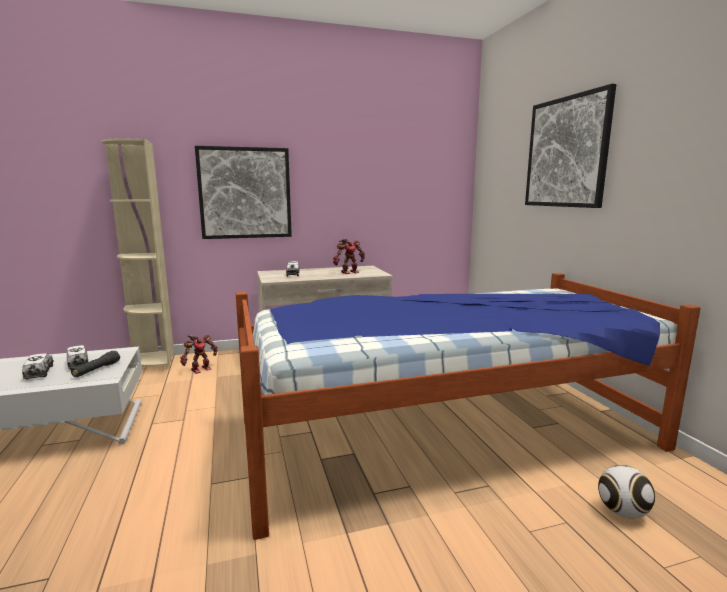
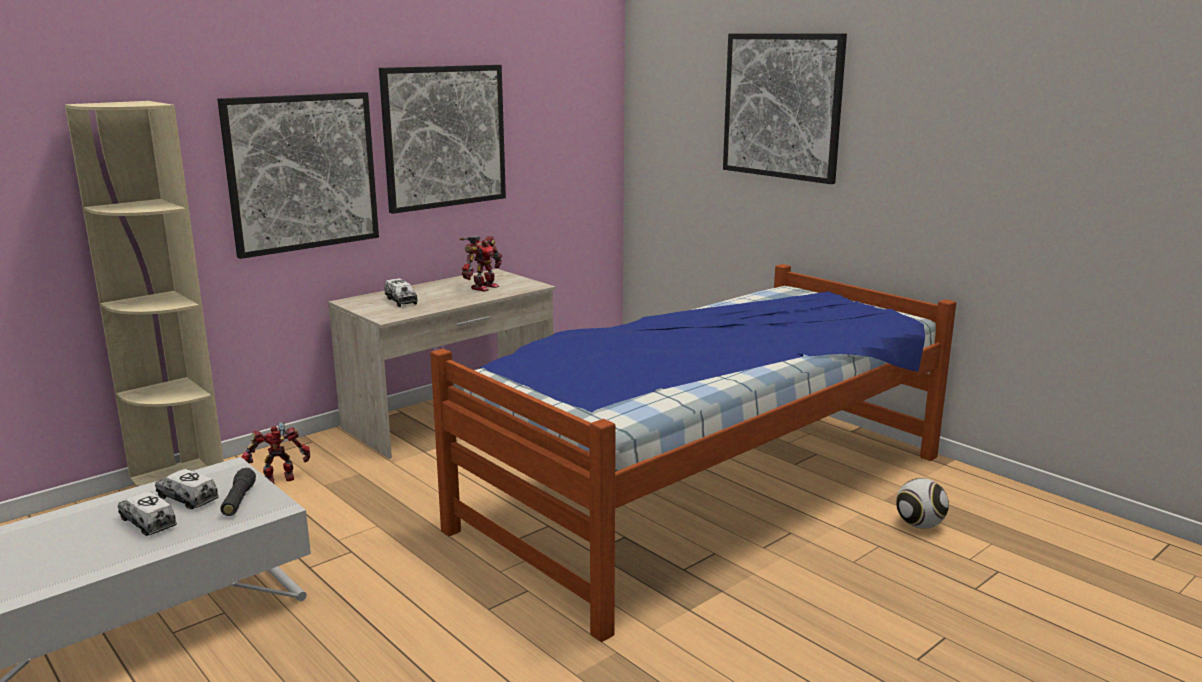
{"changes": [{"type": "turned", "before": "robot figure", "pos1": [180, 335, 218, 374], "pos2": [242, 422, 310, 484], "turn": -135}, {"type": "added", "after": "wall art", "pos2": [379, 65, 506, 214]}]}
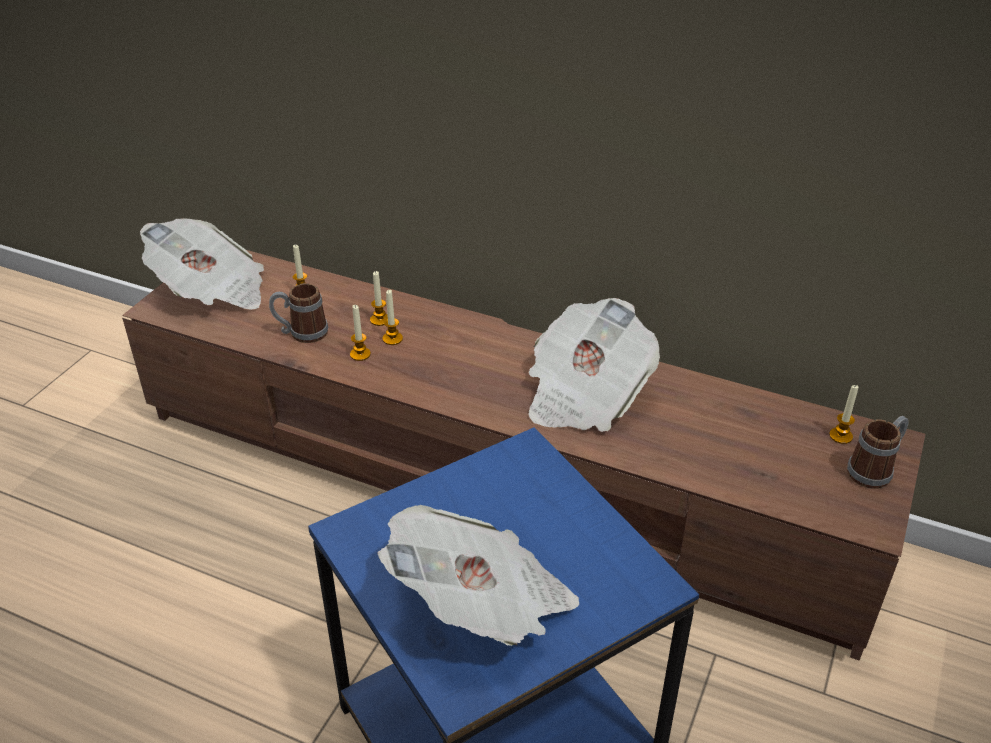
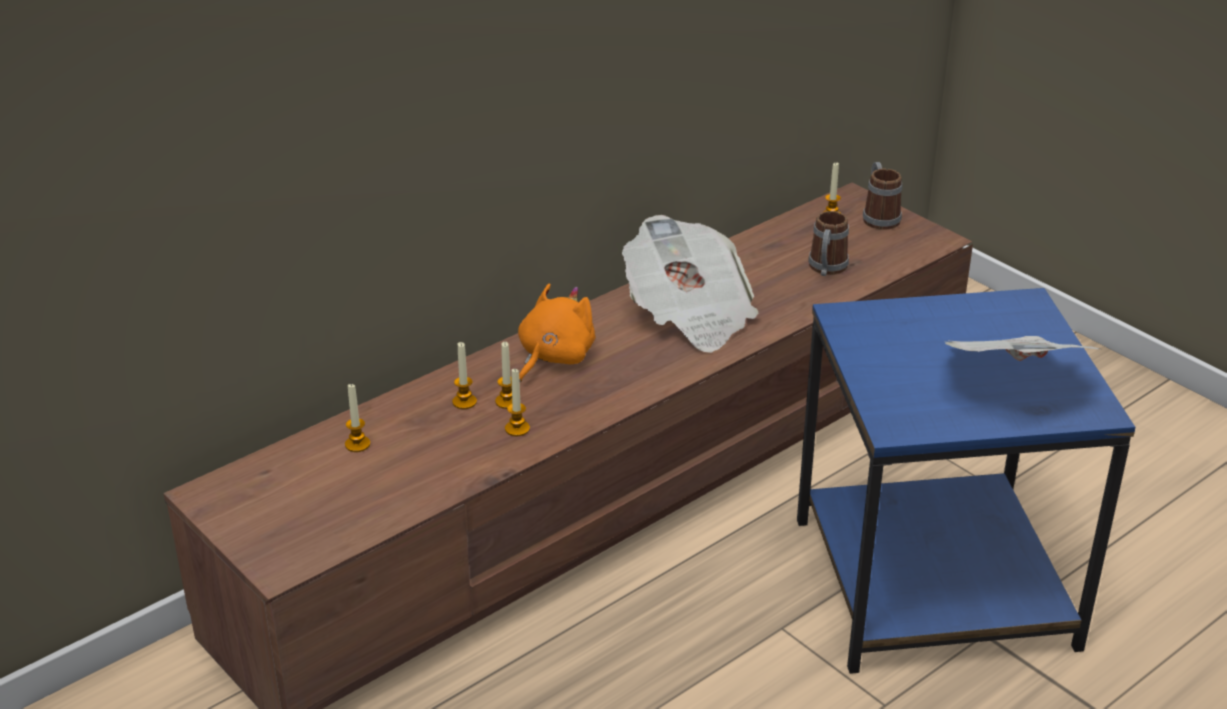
{"changes": [{"type": "added", "after": "cuddly toy/orangey", "pos2": [518, 284, 595, 382]}, {"type": "moved", "before": "tea mug", "pos1": [269, 283, 328, 343], "pos2": [809, 211, 849, 276]}, {"type": "removed", "before": "daily paper", "pos1": [140, 219, 264, 310]}]}
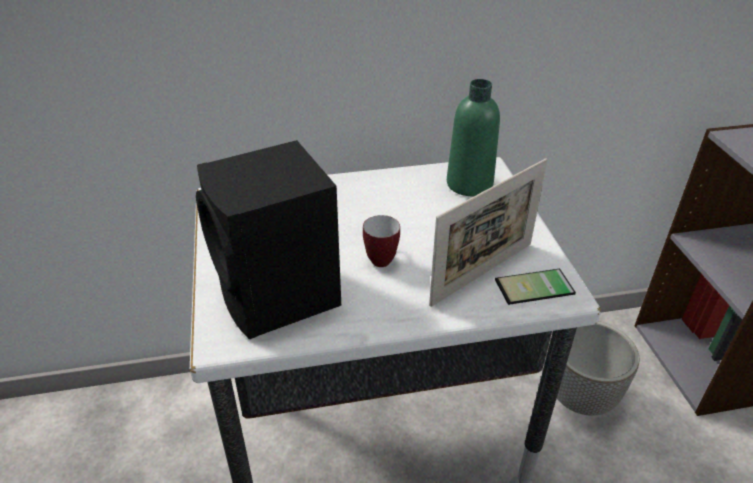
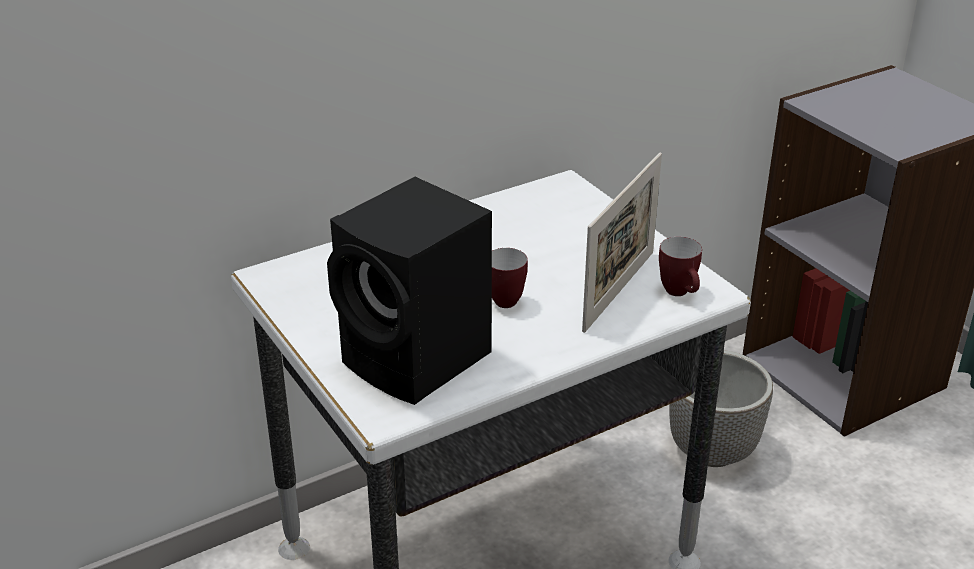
{"changes": [{"type": "replaced", "before": "handset", "after": "tea mug", "pos1": [495, 269, 576, 305], "pos2": [659, 237, 702, 296]}, {"type": "removed", "before": "bottle/greenish", "pos1": [447, 79, 500, 196]}]}
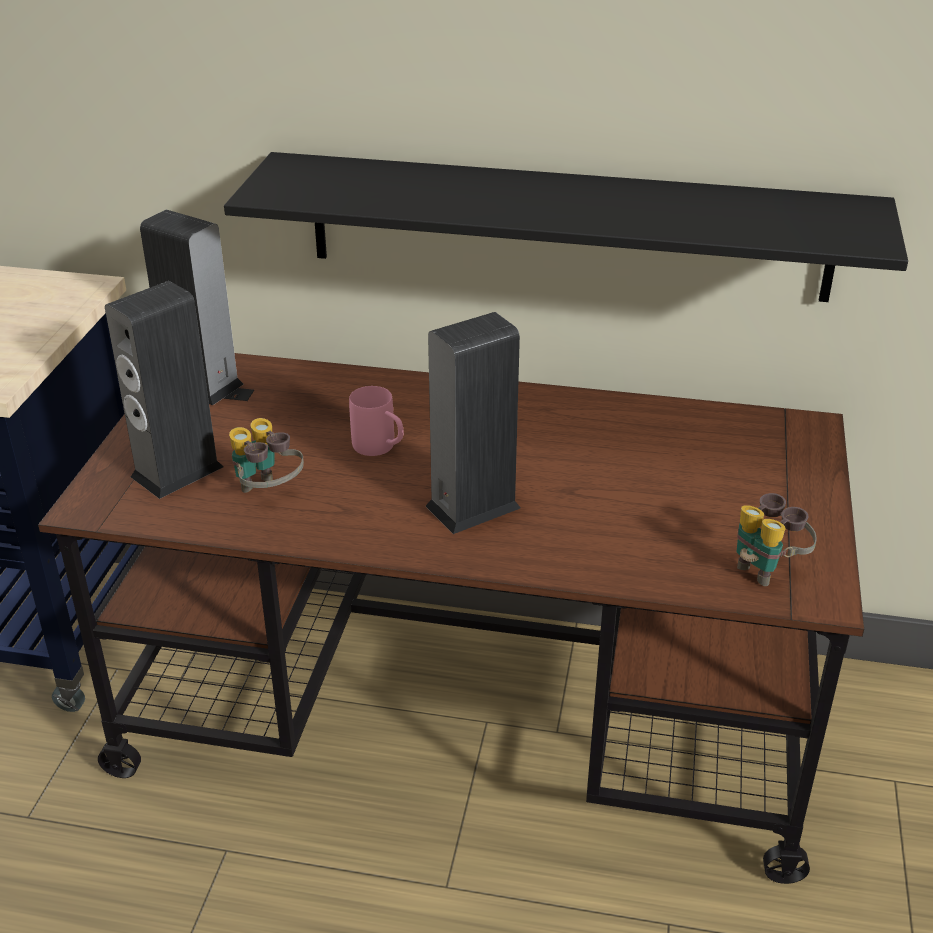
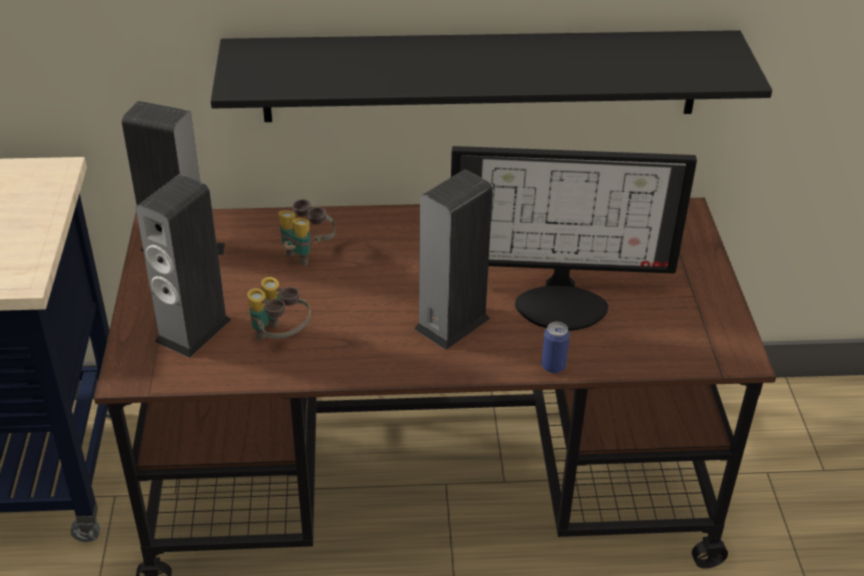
{"changes": [{"type": "moved", "before": "pair of binoculars", "pos1": [736, 493, 817, 586], "pos2": [278, 199, 336, 266]}, {"type": "added", "after": "monitor", "pos2": [451, 146, 697, 331]}, {"type": "added", "after": "metal can", "pos2": [541, 322, 570, 373]}, {"type": "removed", "before": "tea mug/pink", "pos1": [349, 386, 403, 456]}]}
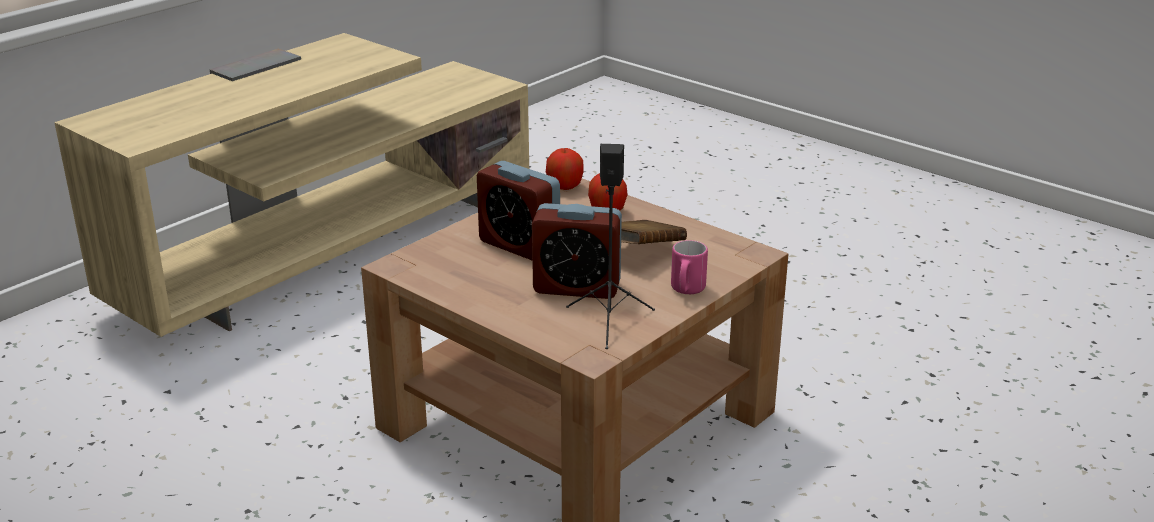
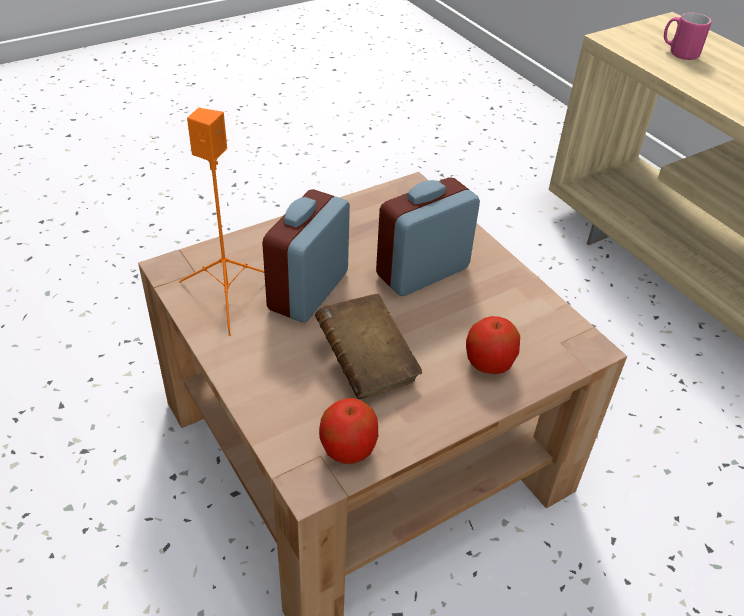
{"changes": [{"type": "recoloured", "before": "loudspeaker/black-coloured", "after": "loudspeaker/orangey", "pos1": [566, 144, 655, 349], "pos2": [179, 108, 264, 336]}, {"type": "moved", "before": "apple", "pos1": [546, 148, 584, 190], "pos2": [319, 398, 378, 464]}, {"type": "moved", "before": "tea mug/pink", "pos1": [671, 240, 708, 294], "pos2": [664, 12, 712, 60]}]}
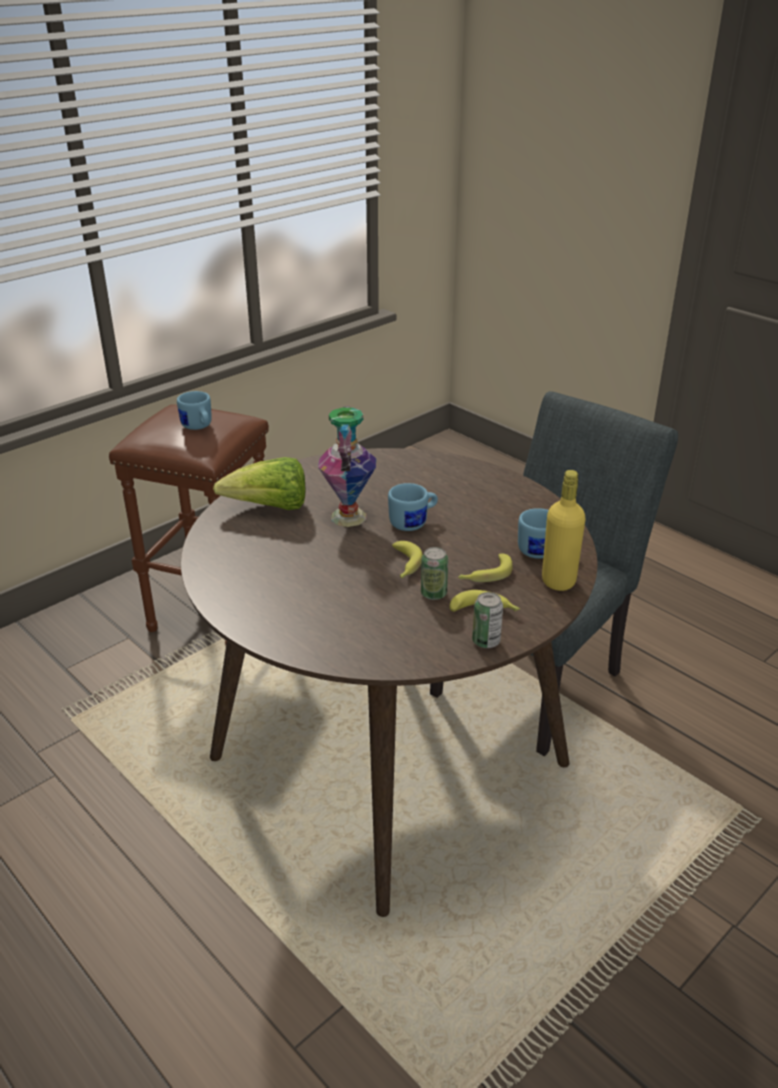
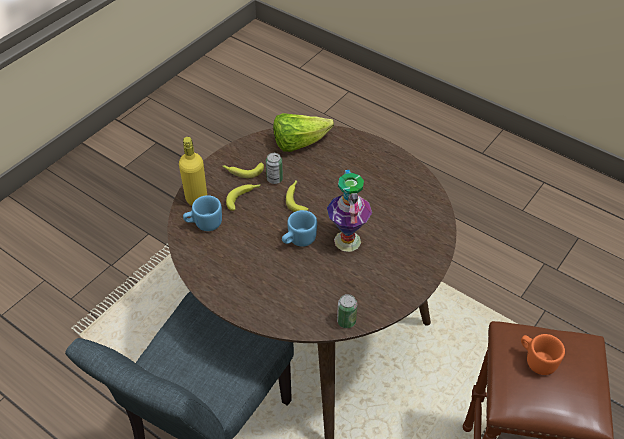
{"changes": [{"type": "moved", "before": "lettuce", "pos1": [213, 457, 306, 510], "pos2": [273, 113, 334, 152]}, {"type": "moved", "before": "metal can", "pos1": [472, 592, 503, 648], "pos2": [337, 294, 357, 328]}, {"type": "recoloured", "before": "tea mug/bluish", "after": "tea mug/orangey", "pos1": [177, 391, 212, 430], "pos2": [521, 334, 565, 375]}]}
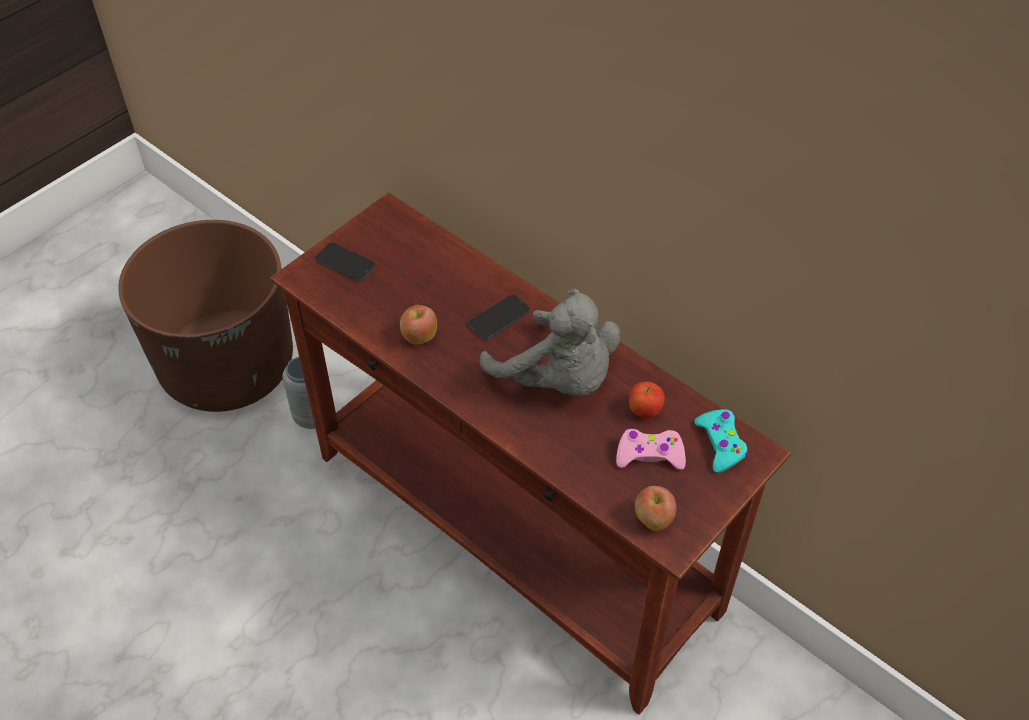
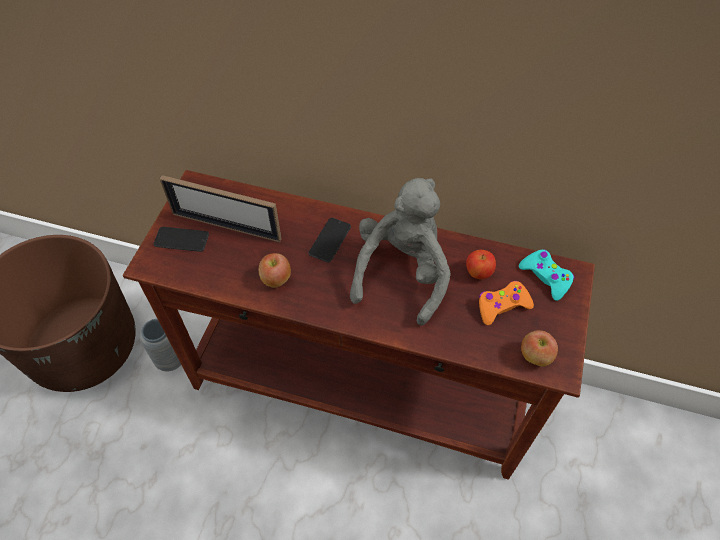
{"changes": [{"type": "added", "after": "standing frame", "pos2": [159, 175, 282, 242]}, {"type": "turned", "before": "cuddly toy/grey", "pos1": [480, 289, 620, 396], "pos2": [350, 178, 451, 326], "turn": -90}, {"type": "recoloured", "before": "game controller/pink", "after": "game controller/orangey", "pos1": [616, 428, 686, 470], "pos2": [479, 281, 534, 326]}]}
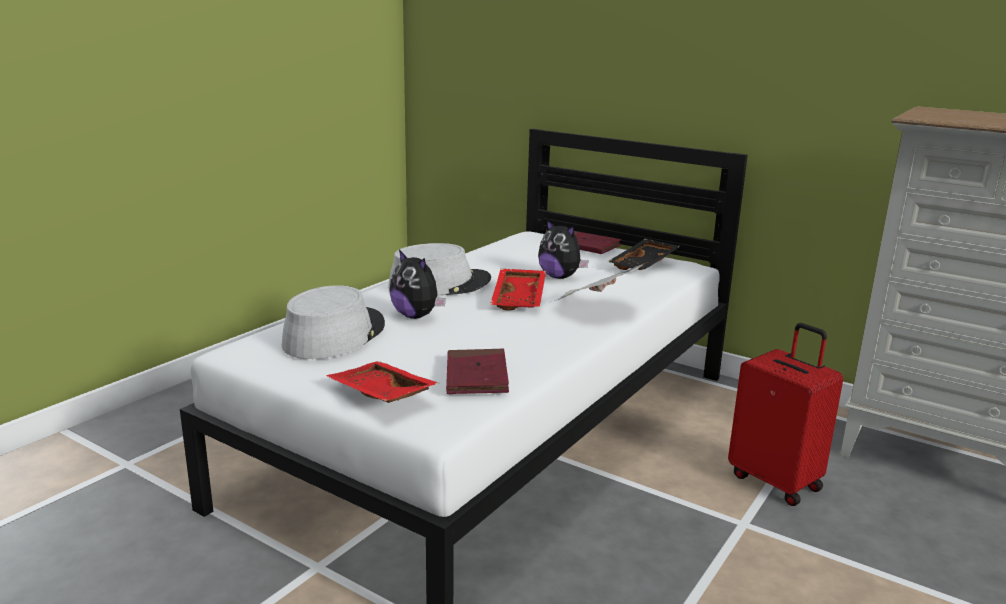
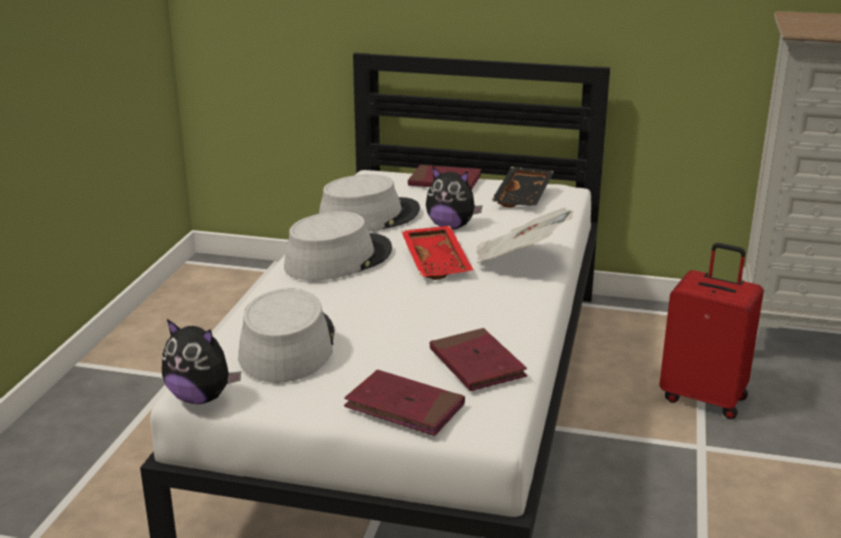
{"changes": [{"type": "moved", "before": "cuddly toy", "pos1": [389, 249, 446, 319], "pos2": [162, 319, 241, 404]}, {"type": "added", "after": "clothing hat/grey", "pos2": [319, 174, 420, 232]}, {"type": "replaced", "before": "carrying tray/red-coloured", "after": "bound book/red-coloured", "pos1": [326, 361, 438, 403], "pos2": [344, 370, 465, 436]}]}
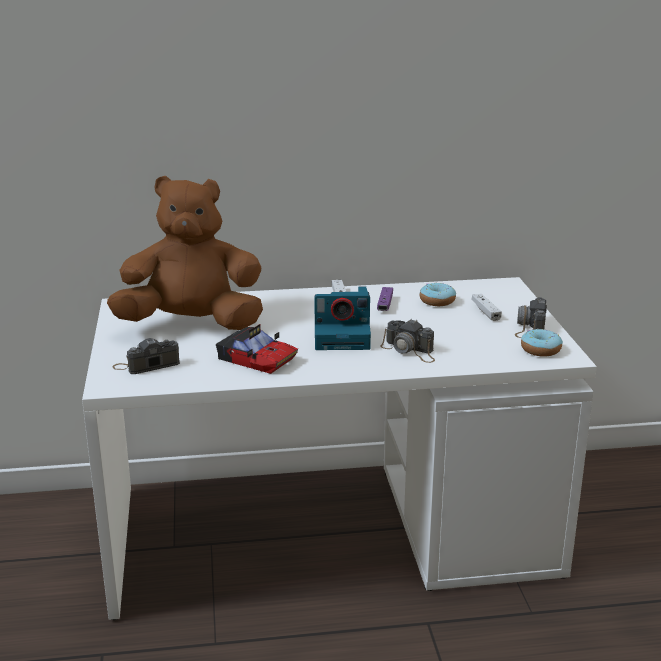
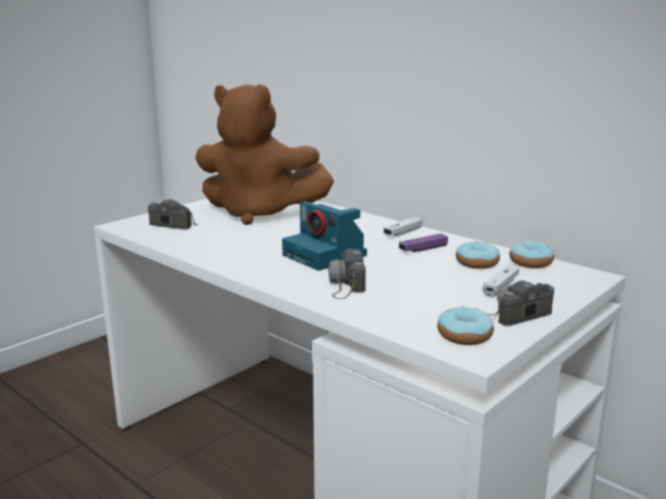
{"changes": [{"type": "turned", "before": "cuddly toy/brown", "pos1": [107, 176, 263, 330], "pos2": [195, 84, 334, 225], "turn": 150}, {"type": "added", "after": "donut", "pos2": [509, 241, 554, 268]}, {"type": "removed", "before": "miniature car", "pos1": [216, 324, 298, 374]}]}
